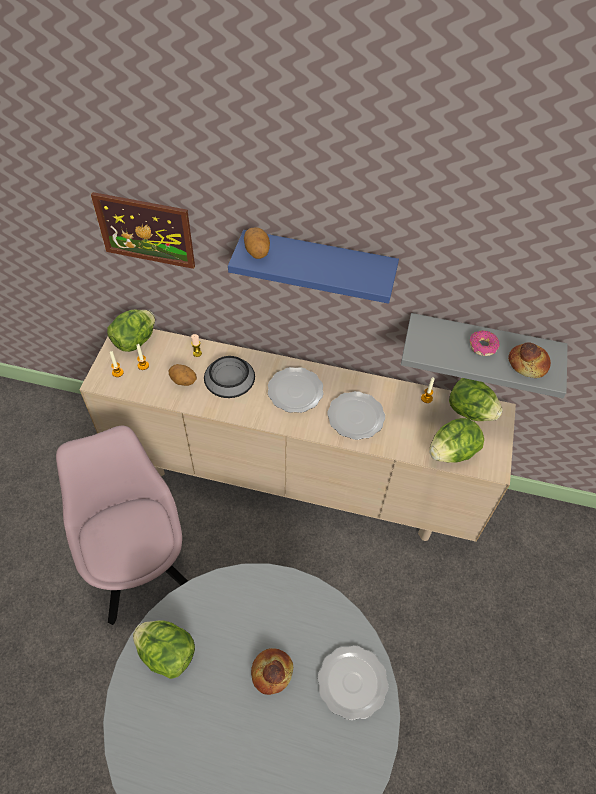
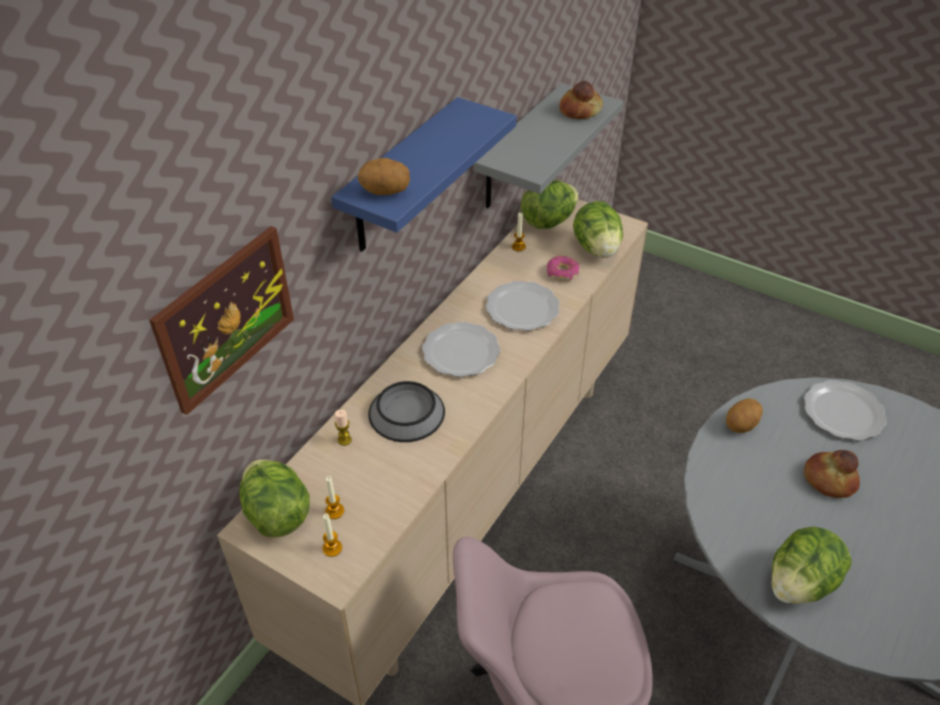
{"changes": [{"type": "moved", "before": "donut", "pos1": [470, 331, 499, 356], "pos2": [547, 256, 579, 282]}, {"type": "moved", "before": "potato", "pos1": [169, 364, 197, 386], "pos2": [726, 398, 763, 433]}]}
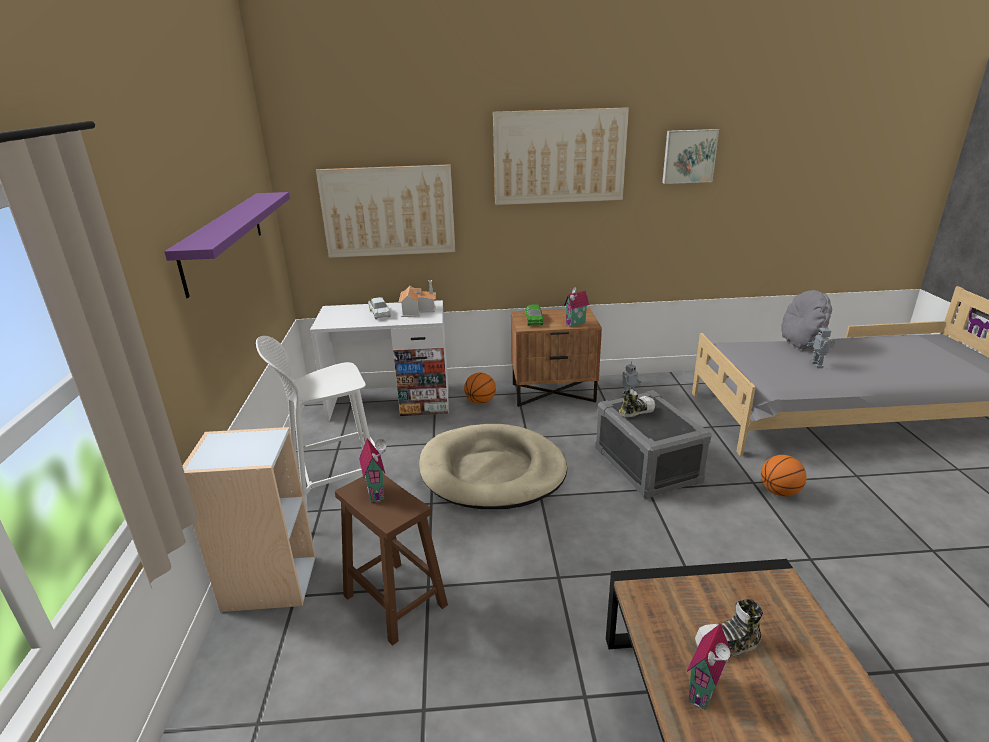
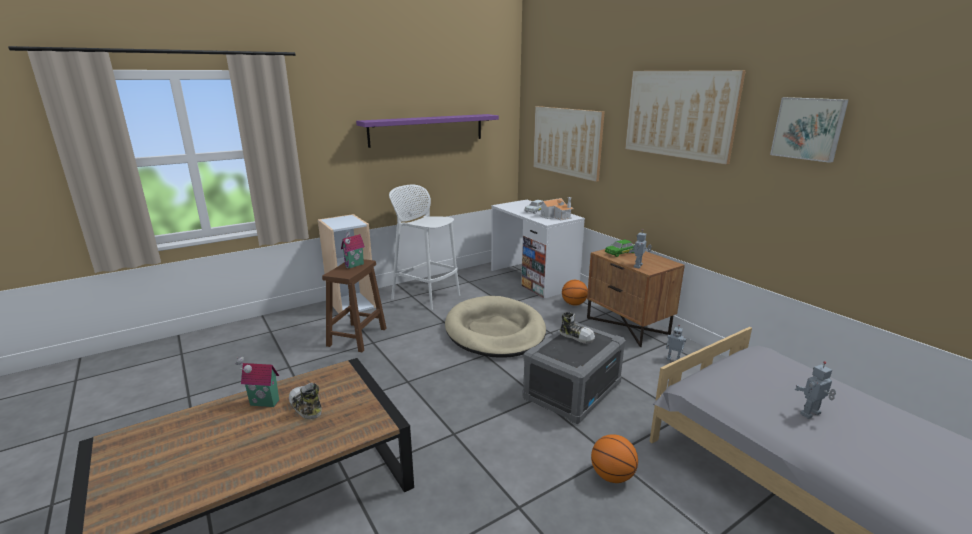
{"changes": [{"type": "replaced", "before": "toy house", "after": "robot figure", "pos1": [564, 287, 589, 327], "pos2": [629, 229, 651, 269]}, {"type": "removed", "before": "throw pillow/grey", "pos1": [781, 290, 832, 349]}]}
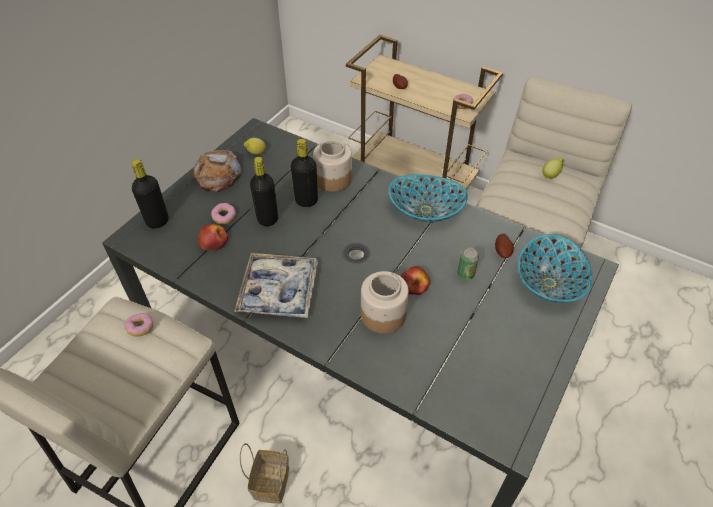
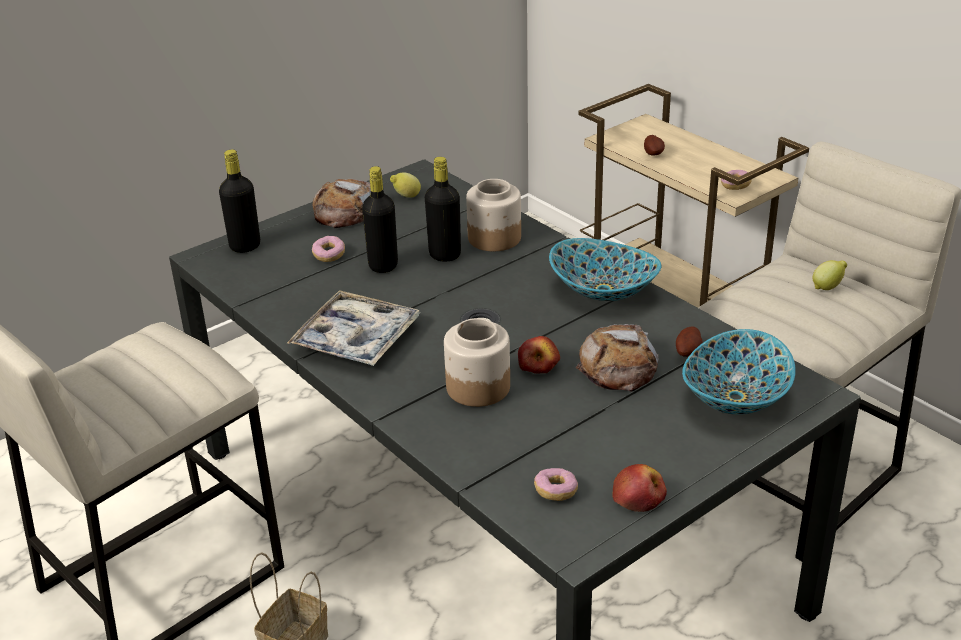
{"changes": [{"type": "moved", "before": "donut", "pos1": [125, 313, 154, 336], "pos2": [534, 468, 578, 501]}, {"type": "replaced", "before": "metal can", "after": "baked bread", "pos1": [457, 247, 479, 280], "pos2": [576, 324, 659, 391]}, {"type": "moved", "before": "apple", "pos1": [198, 224, 228, 251], "pos2": [612, 464, 667, 512]}]}
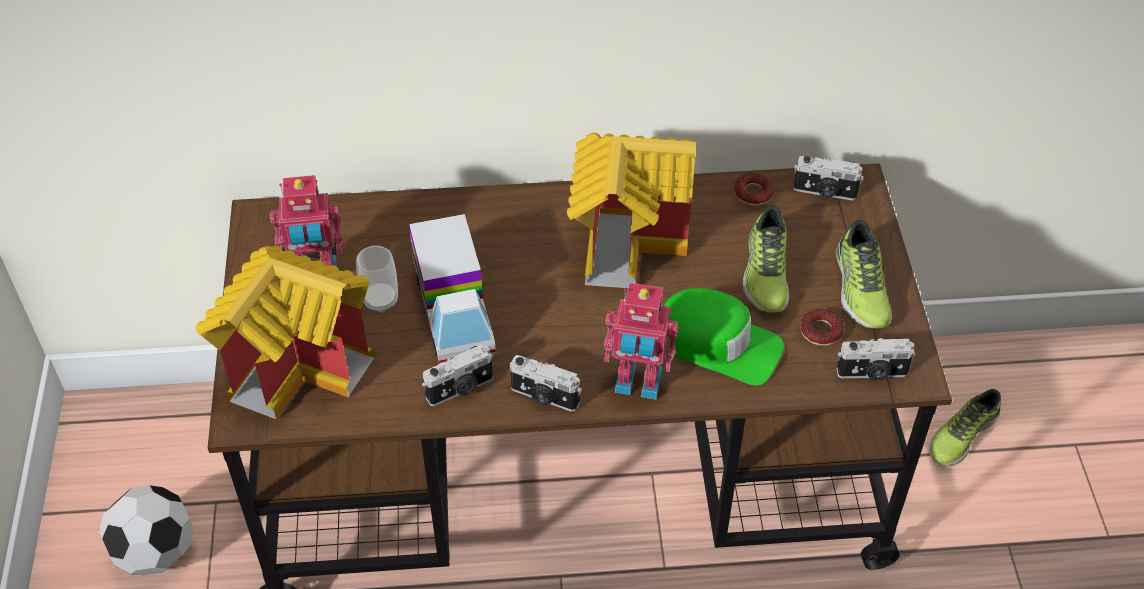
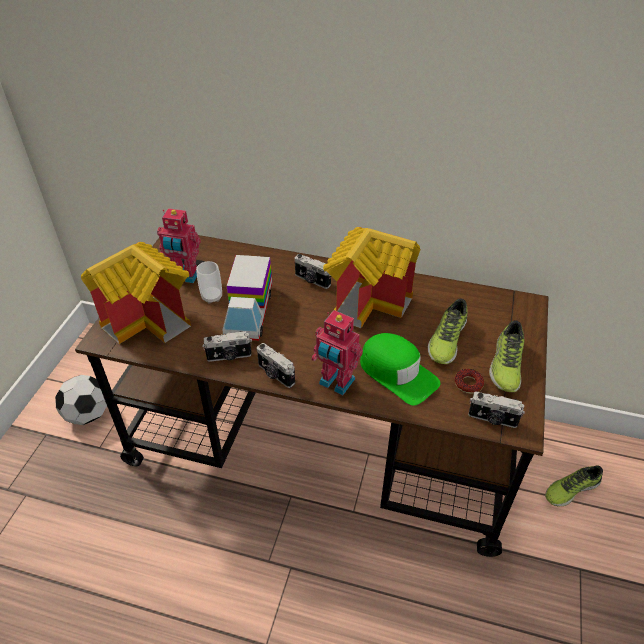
{"changes": [{"type": "moved", "before": "still camera", "pos1": [793, 156, 864, 201], "pos2": [295, 254, 331, 289]}, {"type": "removed", "before": "donut", "pos1": [734, 173, 774, 206]}]}
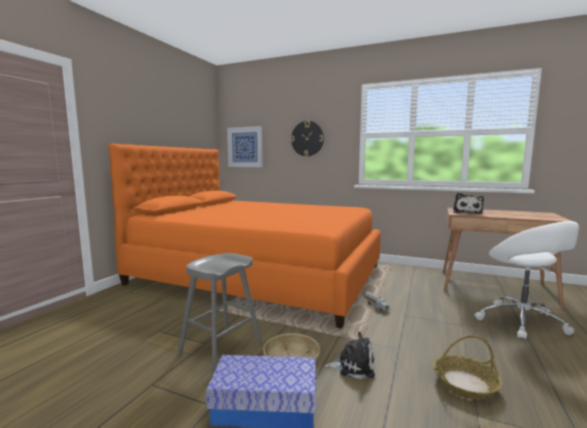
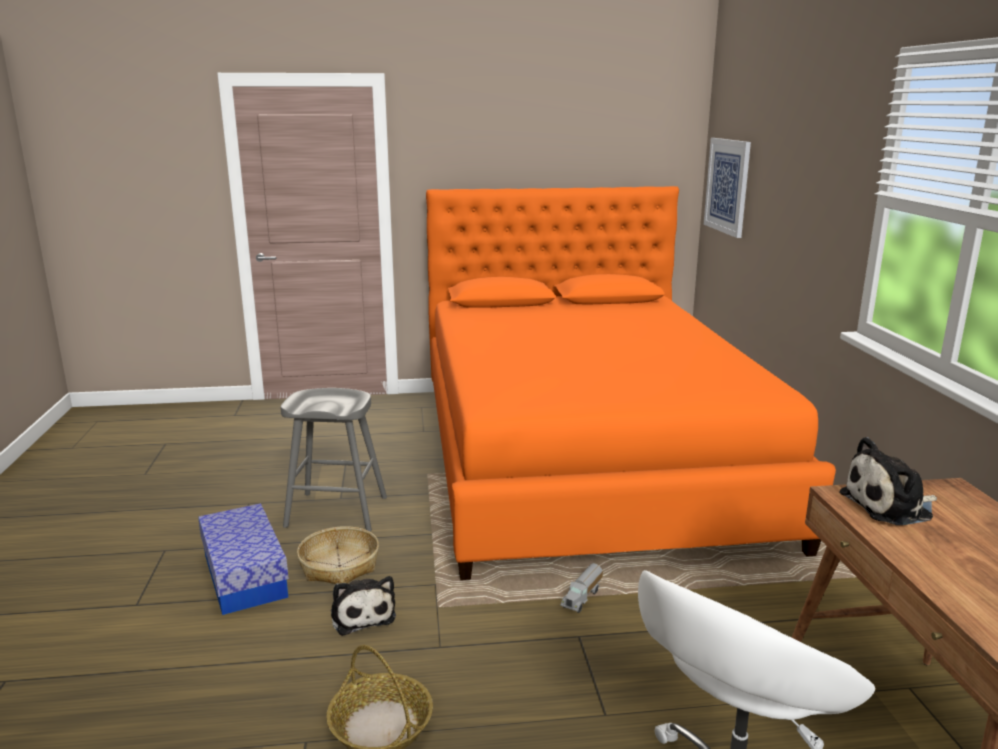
{"changes": [{"type": "removed", "before": "hanging clock", "pos1": [291, 121, 324, 156]}]}
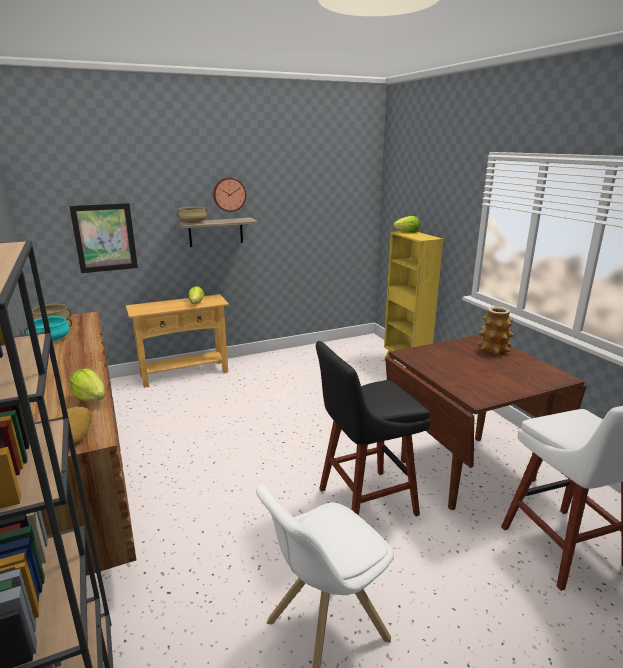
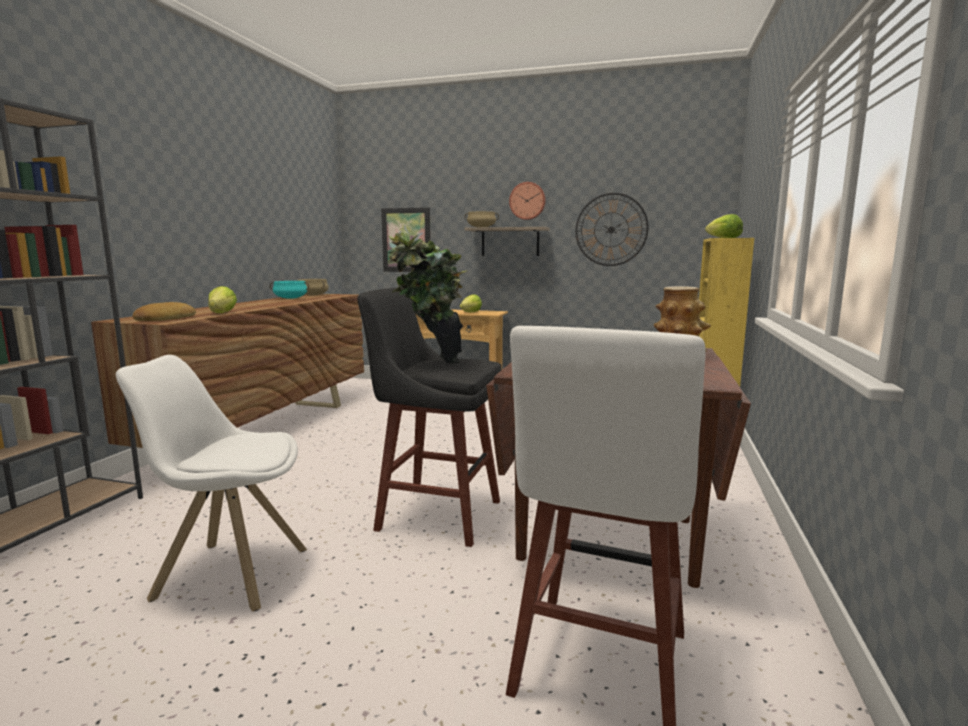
{"changes": [{"type": "added", "after": "houseplant", "pos2": [387, 230, 468, 363]}, {"type": "added", "after": "hanging clock", "pos2": [575, 193, 648, 266]}]}
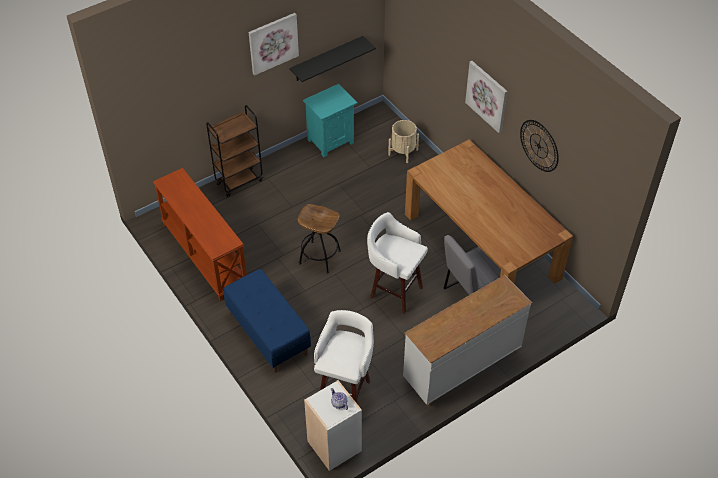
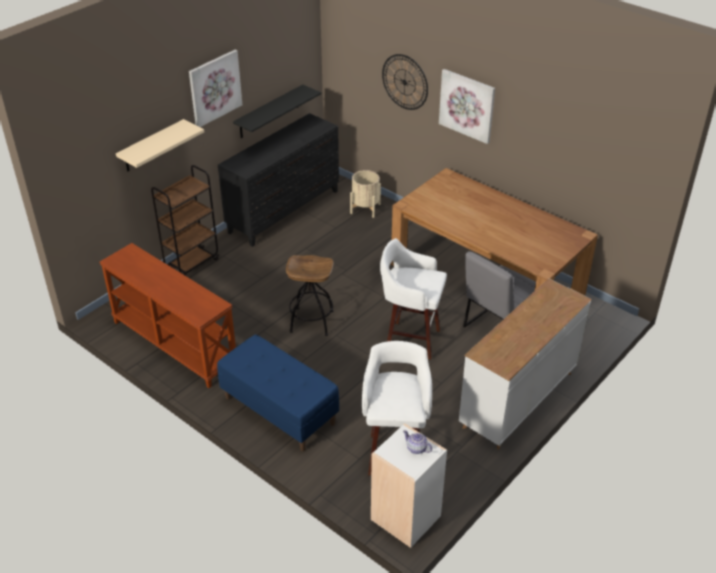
{"changes": [{"type": "added", "after": "bracket shelf/beige-coloured", "pos2": [116, 119, 204, 171]}, {"type": "replaced", "before": "night table/turquoise-coloured", "after": "dresser/black-coloured", "pos1": [303, 84, 358, 157], "pos2": [218, 113, 339, 247]}, {"type": "moved", "before": "hanging clock", "pos1": [520, 120, 559, 172], "pos2": [382, 54, 428, 110]}]}
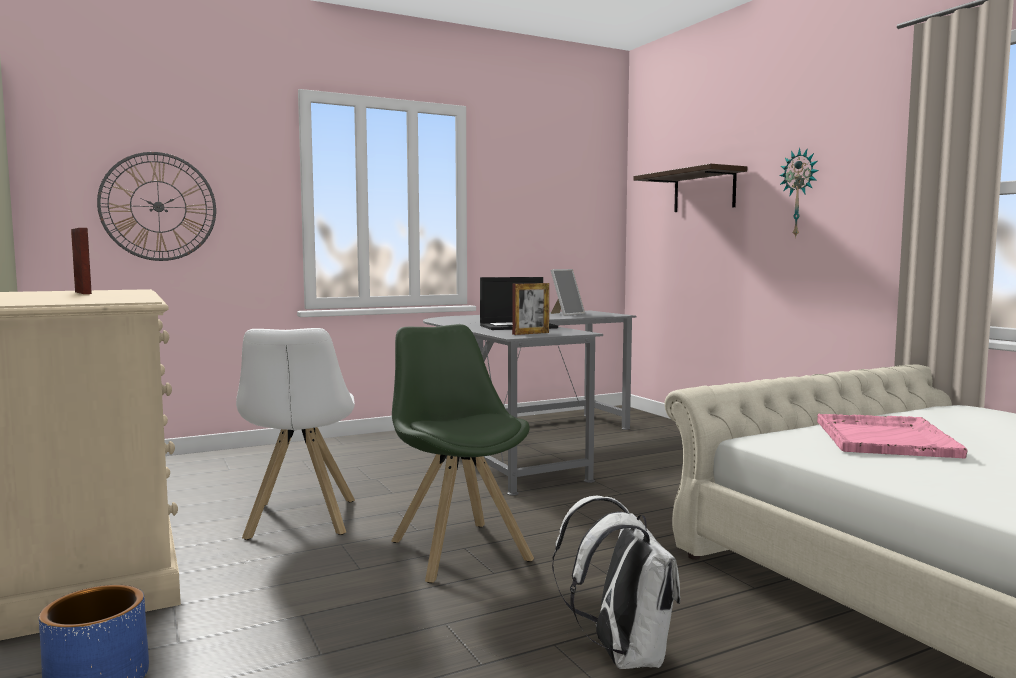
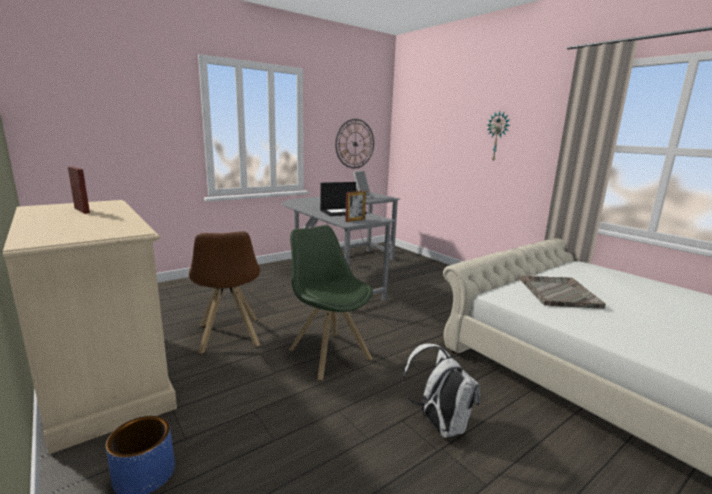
{"changes": [{"type": "recoloured", "before": "chair/white", "after": "chair/brown", "pos1": [236, 328, 355, 540], "pos2": [189, 231, 260, 354]}, {"type": "moved", "before": "hanging clock", "pos1": [97, 152, 216, 261], "pos2": [335, 119, 374, 168]}, {"type": "recoloured", "before": "carrying tray/pink", "after": "carrying tray/grey", "pos1": [817, 414, 968, 458], "pos2": [520, 276, 606, 309]}, {"type": "removed", "before": "bracket shelf", "pos1": [633, 164, 747, 212]}]}
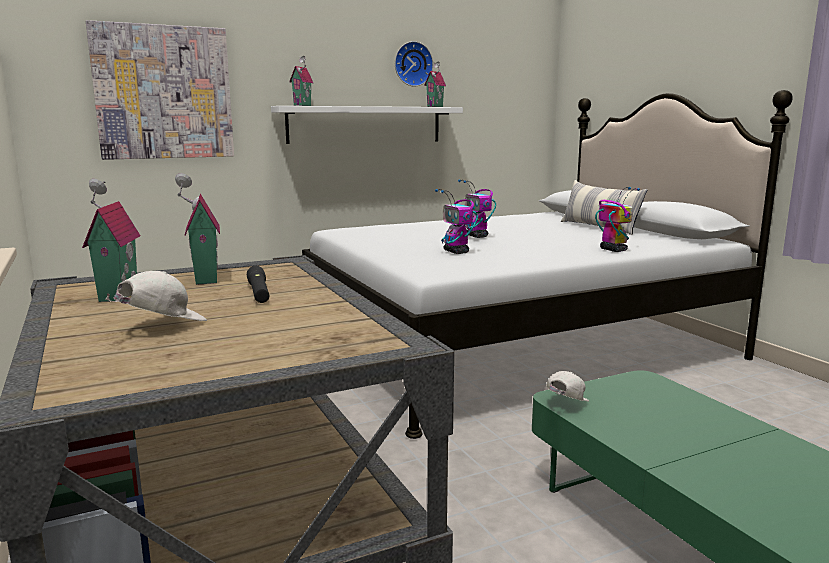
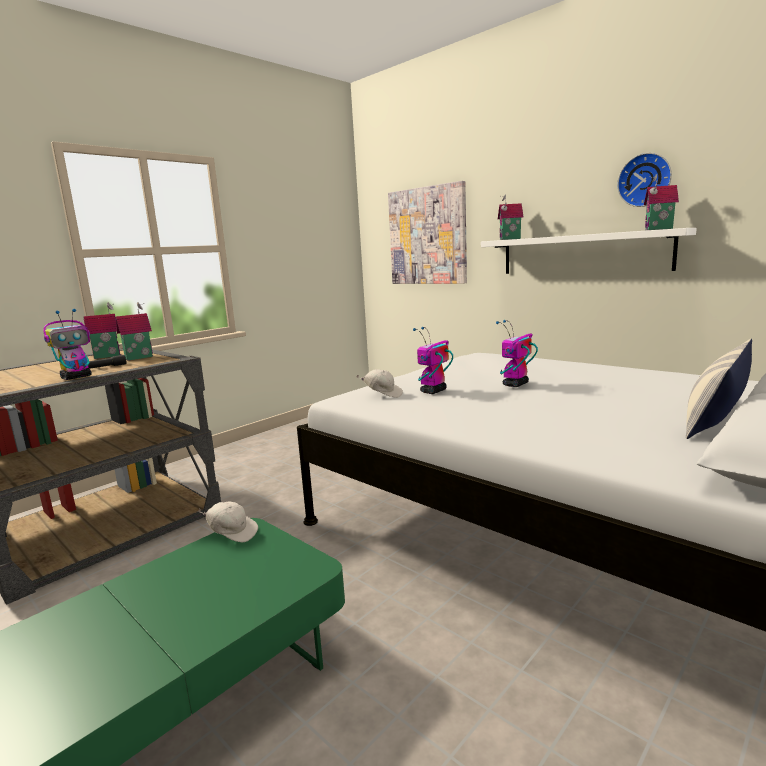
{"changes": [{"type": "moved", "before": "robot figure", "pos1": [595, 187, 640, 252], "pos2": [43, 309, 92, 380]}, {"type": "moved", "before": "cap/white", "pos1": [105, 271, 207, 321], "pos2": [356, 369, 403, 398]}]}
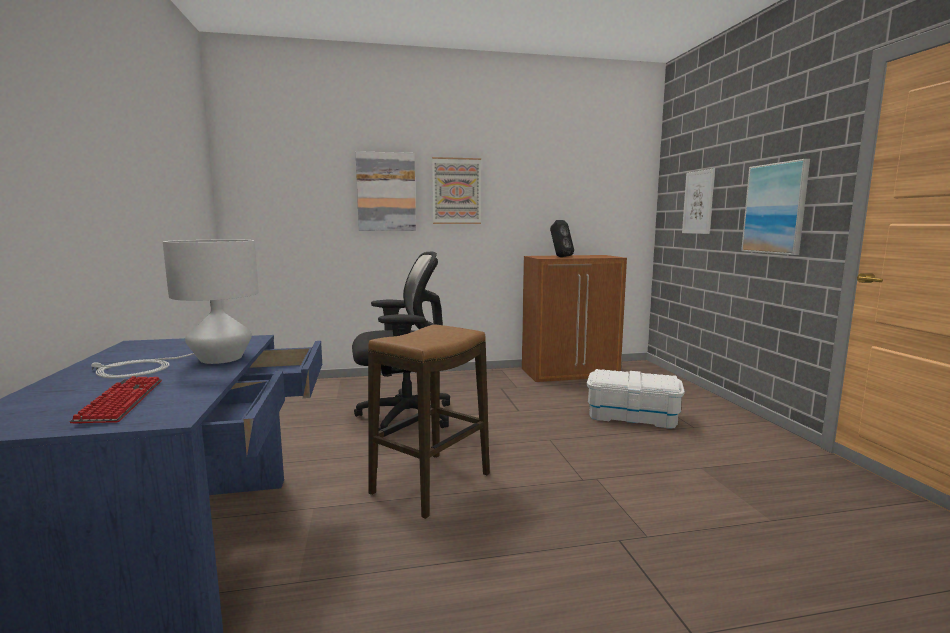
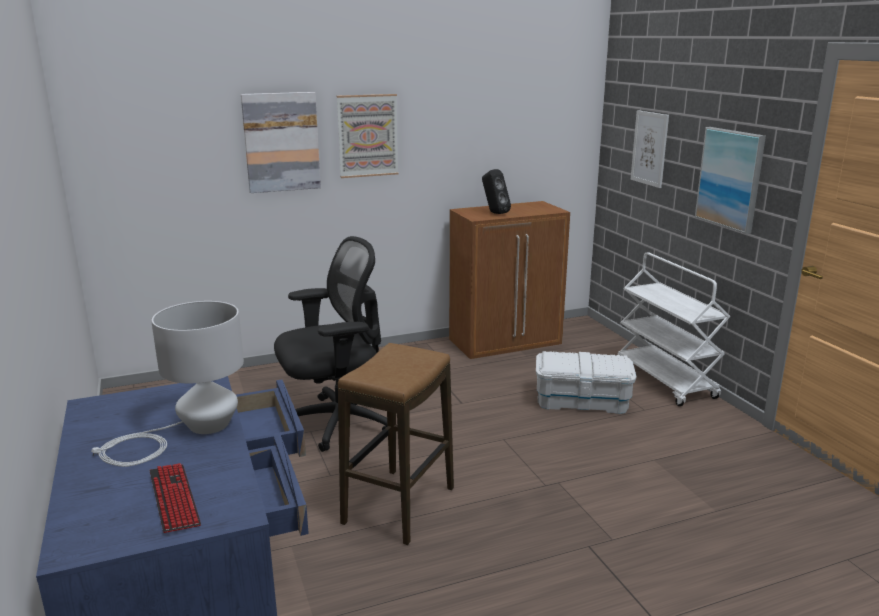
{"changes": [{"type": "added", "after": "trolley/white", "pos2": [618, 252, 730, 406]}]}
